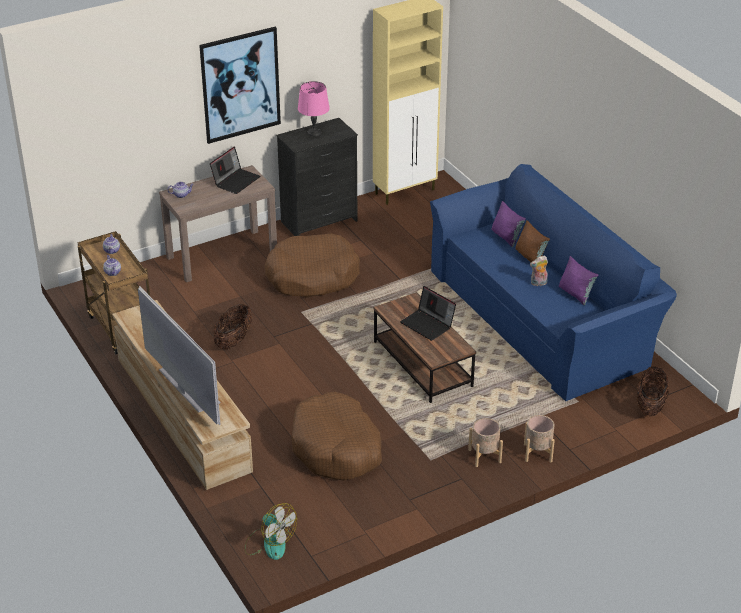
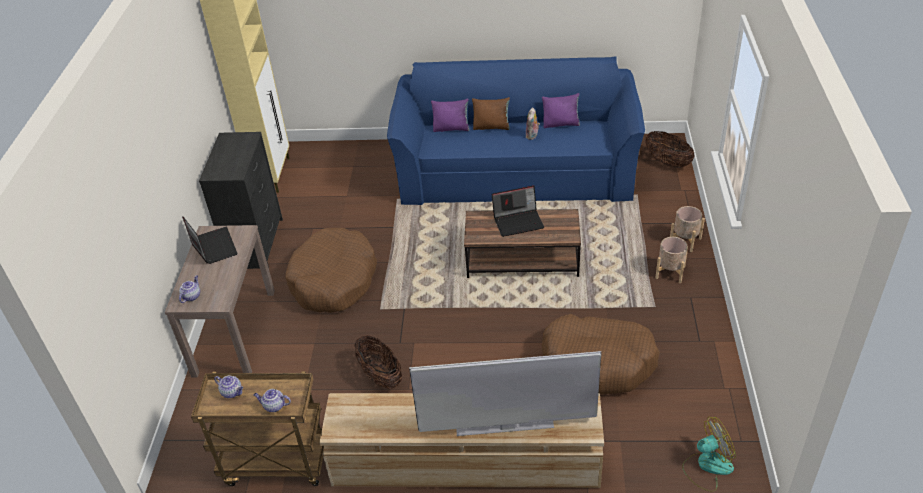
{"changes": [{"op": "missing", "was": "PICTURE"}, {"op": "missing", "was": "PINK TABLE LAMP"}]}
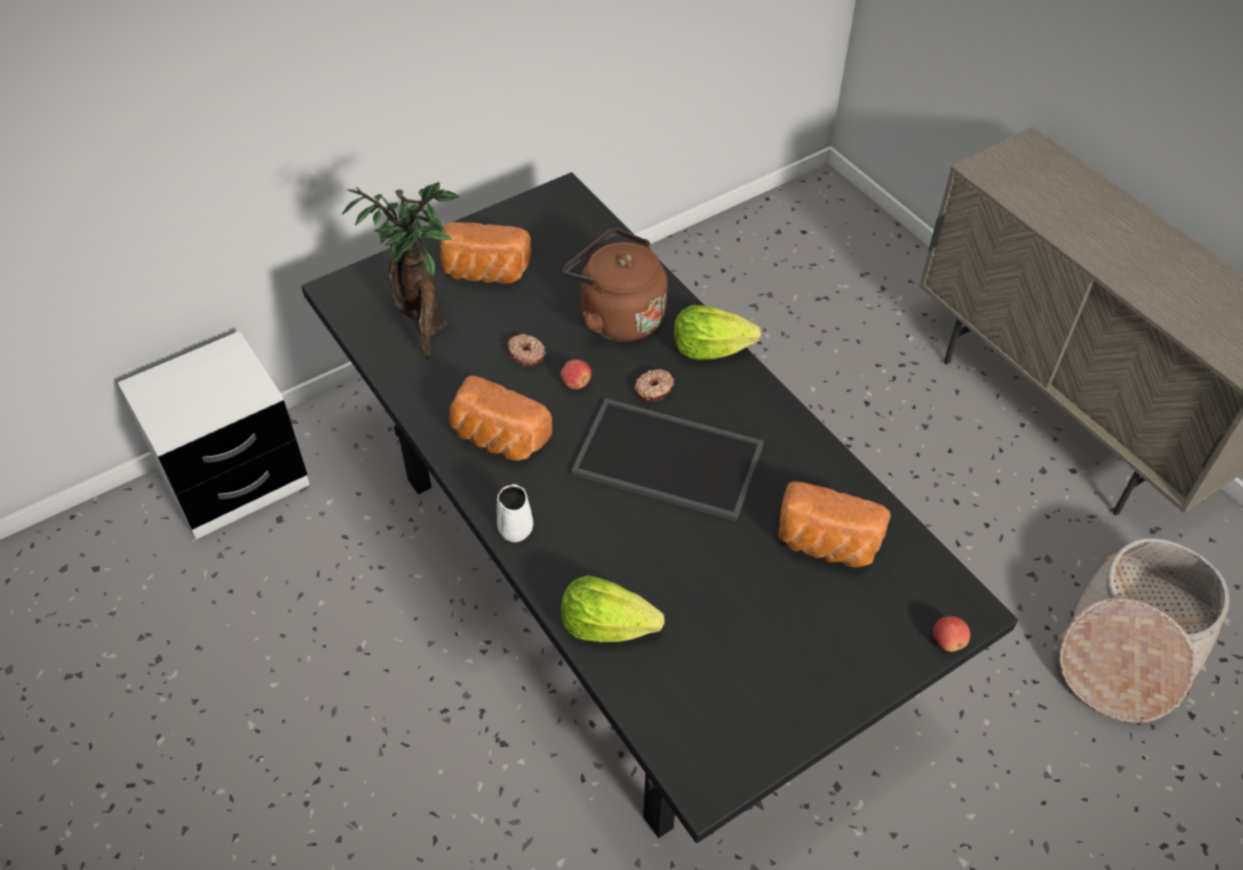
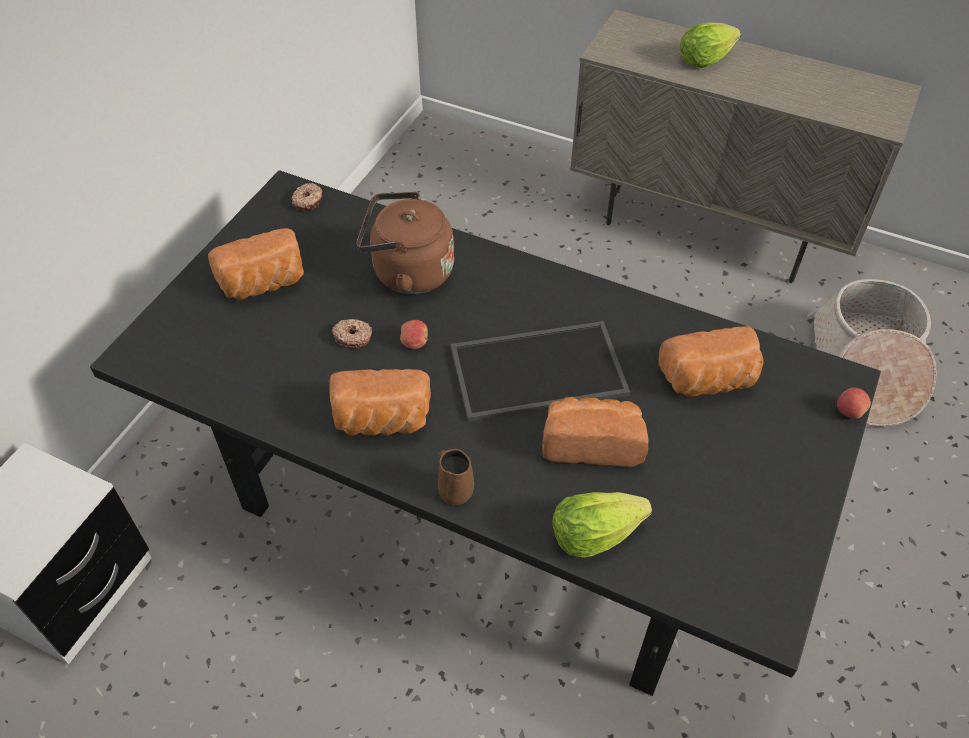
{"changes": [{"op": "missing", "was": "POTTED PLANT"}, {"op": "relocated", "was": "LETTUCE (no. 2 from left)"}, {"op": "relocated", "was": "DONUT (no. 2 from left in the first image)", "now": "DONUT (no. 1 from left)"}, {"op": "colour", "was": "WHITE MUG", "now": "BROWN MUG"}, {"op": "appeared", "now": "BREAD (no. 3 from left)"}]}
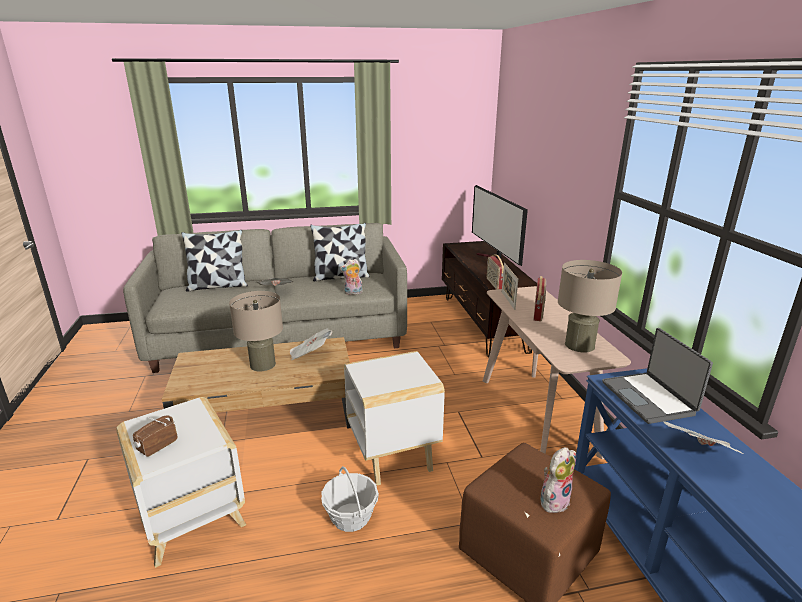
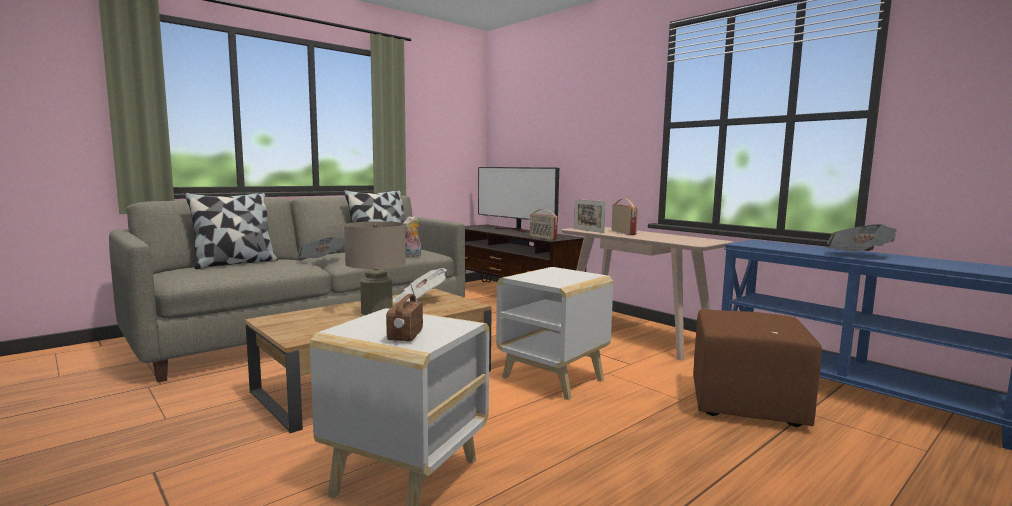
{"changes": [{"op": "missing", "was": "BEIGE TABLE LAMP (no. 2 from left)"}, {"op": "missing", "was": "LAPTOP"}, {"op": "missing", "was": "PLUSH TOY (no. 2 from left)"}, {"op": "missing", "was": "BASKET"}]}
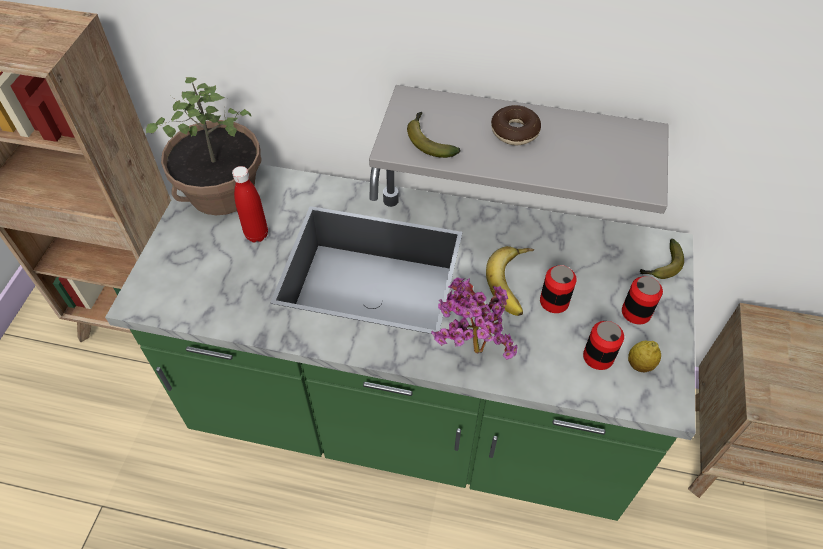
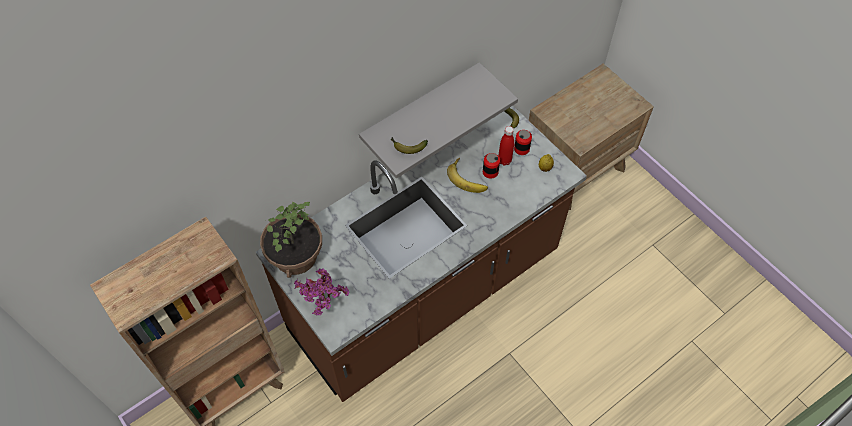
{"changes": [{"op": "missing", "was": "DONUT"}, {"op": "colour", "was": "GREEN COUNTER", "now": "BROWN COUNTER"}, {"op": "relocated", "was": "RED BOTTLE"}, {"op": "relocated", "was": "POTTED PLANT (no. 2 from left)"}, {"op": "missing", "was": "CAN (no. 2 from left)"}]}
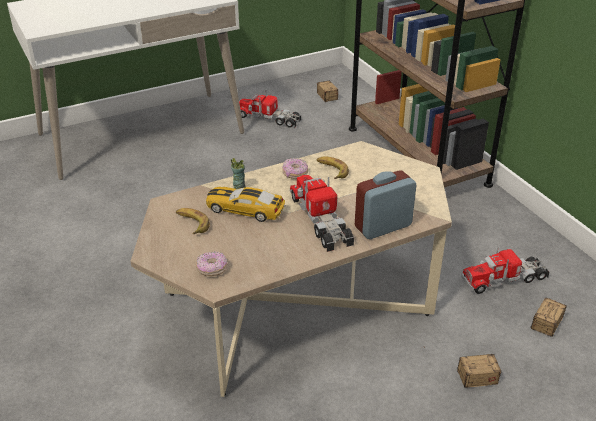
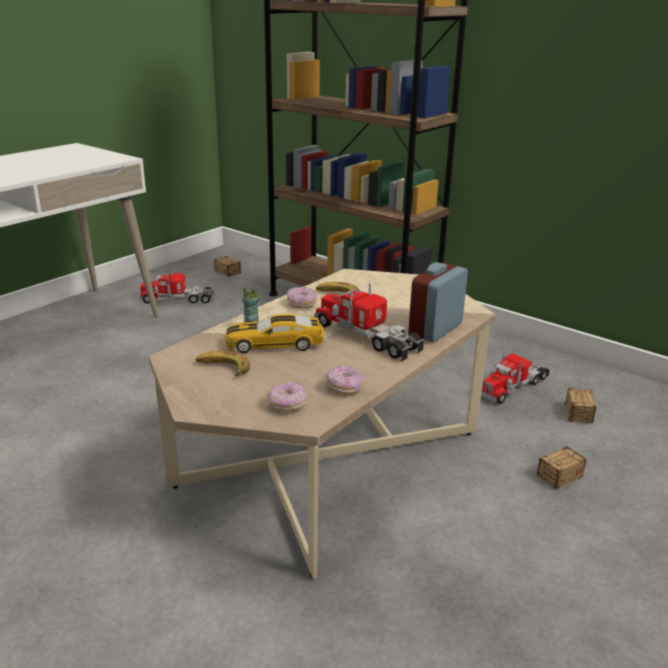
{"changes": [{"op": "appeared", "now": "DONUT (no. 3 from left)"}]}
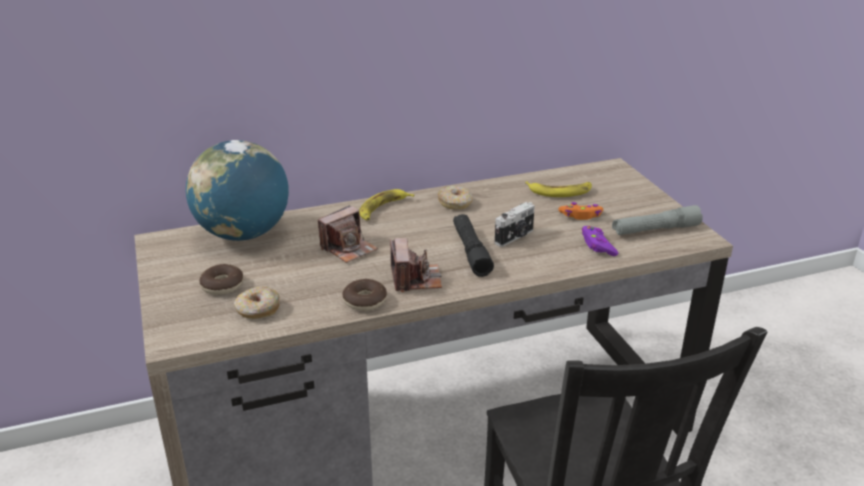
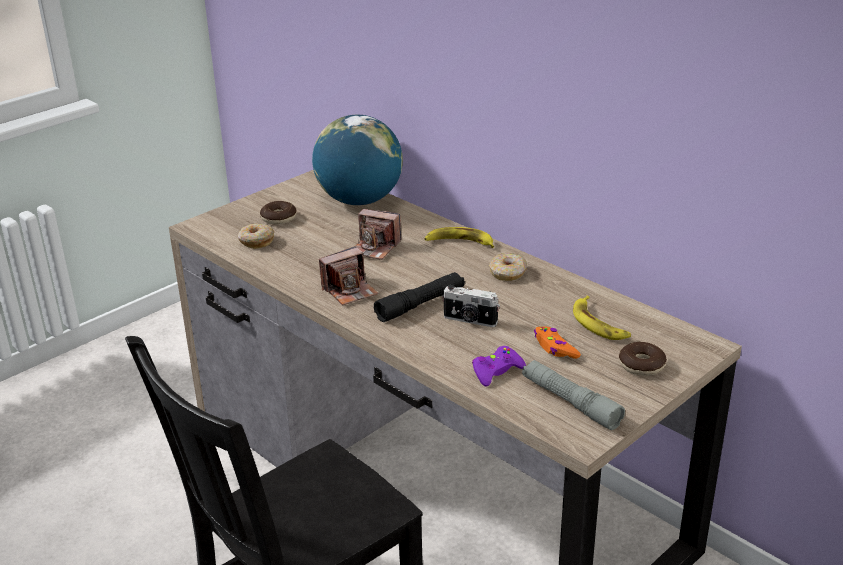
{"changes": [{"op": "relocated", "was": "DONUT (no. 3 from left in the first image)", "now": "DONUT (no. 4 from left)"}]}
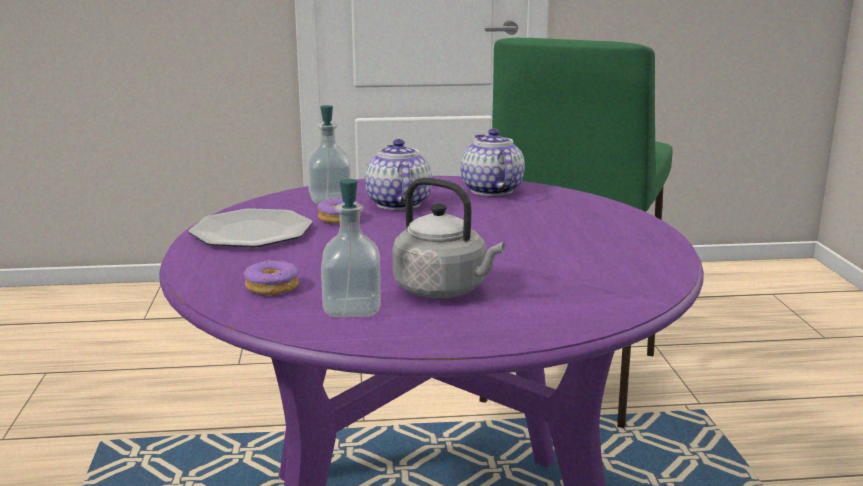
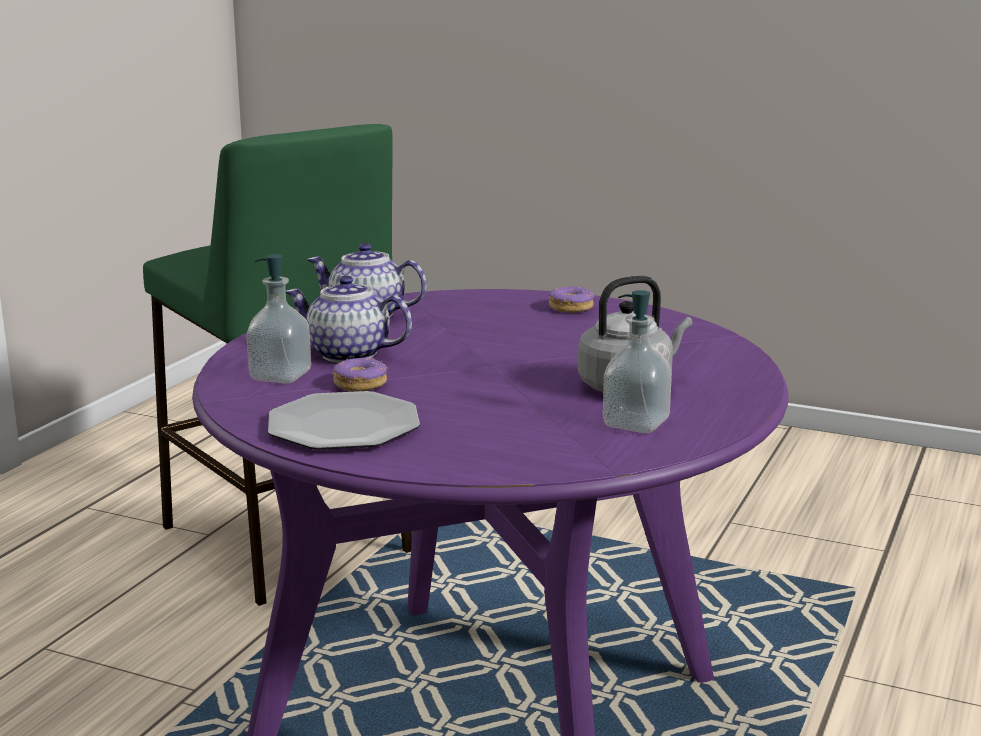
{"changes": [{"op": "relocated", "was": "DONUT (no. 1 from left in the first image)", "now": "DONUT (no. 2 from left)"}]}
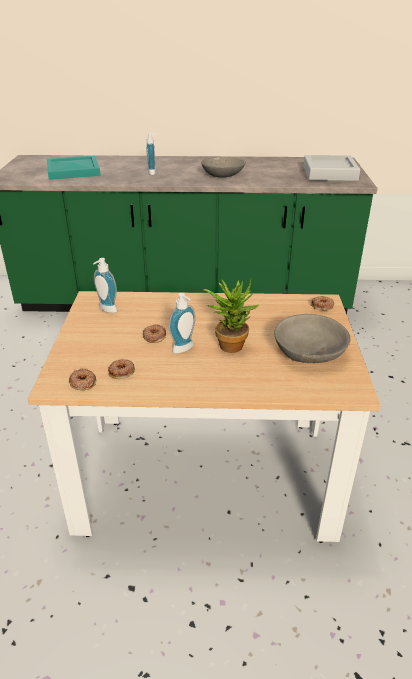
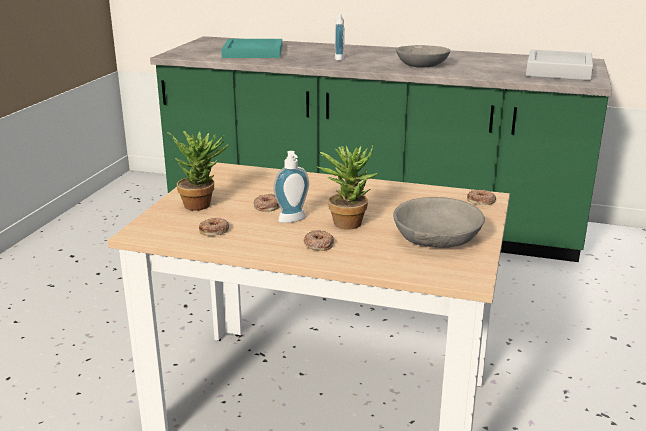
{"changes": [{"op": "missing", "was": "SOAP DISPENSER (no. 1 from left)"}, {"op": "relocated", "was": "DONUT (no. 1 from left in the first image)", "now": "DONUT (no. 3 from left)"}, {"op": "appeared", "now": "POTTED PLANT (no. 1 from left)"}]}
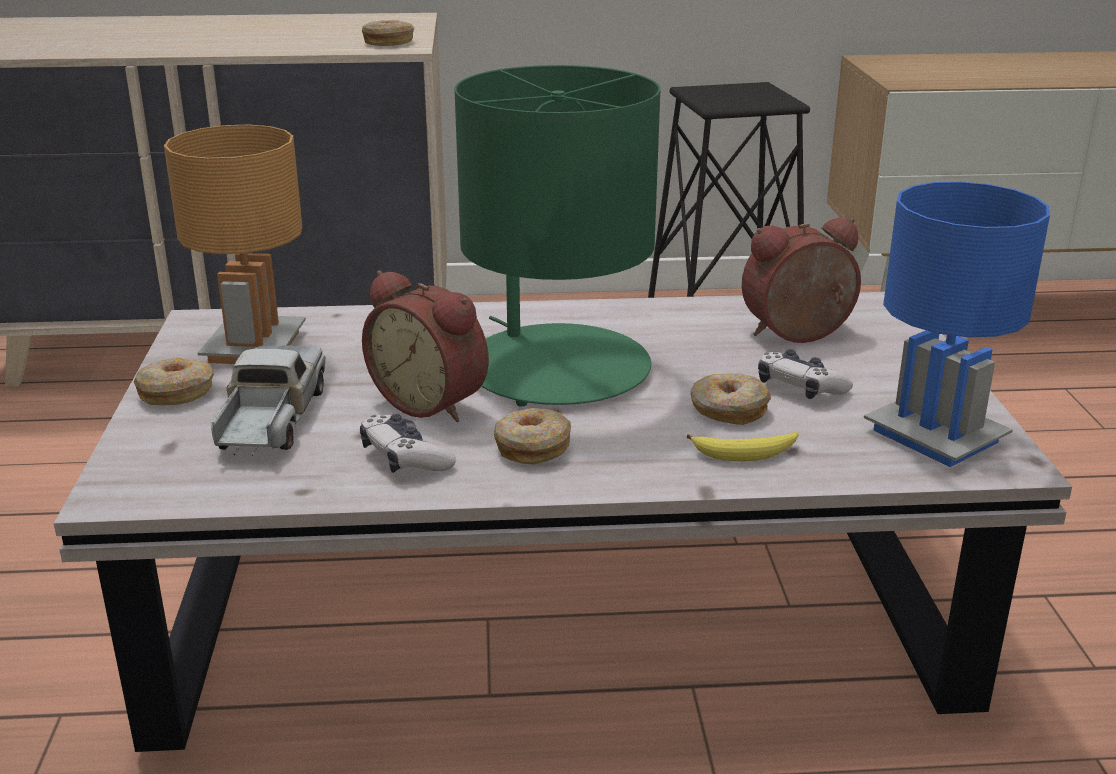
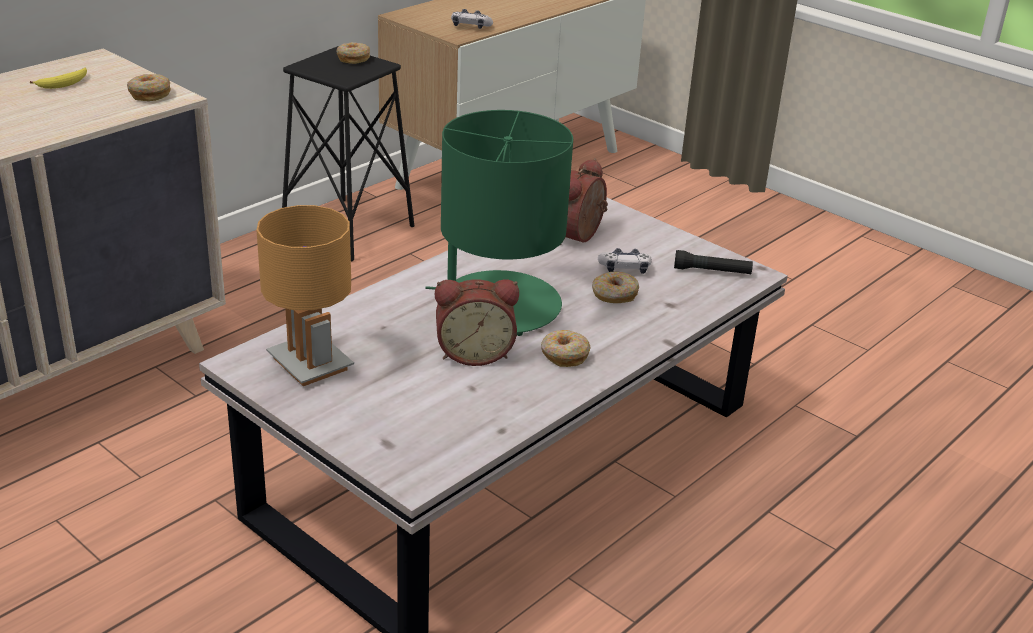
{"changes": [{"op": "exchanged", "was": "BLUE TABLE LAMP", "now": "BLACK FLASHLIGHT"}, {"op": "missing", "was": "TOY TRUCK"}, {"op": "relocated", "was": "DONUT (no. 1 from left in the first image)", "now": "DONUT (no. 2 from left)"}, {"op": "relocated", "was": "GAME CONTROLLER (no. 1 from left)"}, {"op": "relocated", "was": "BANANA"}]}
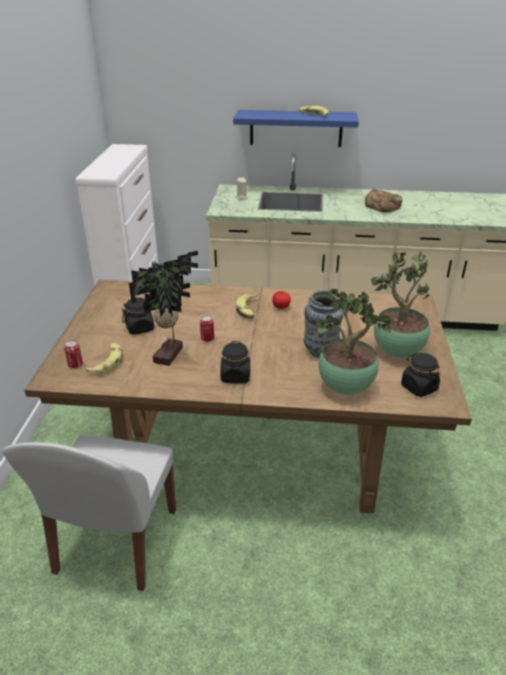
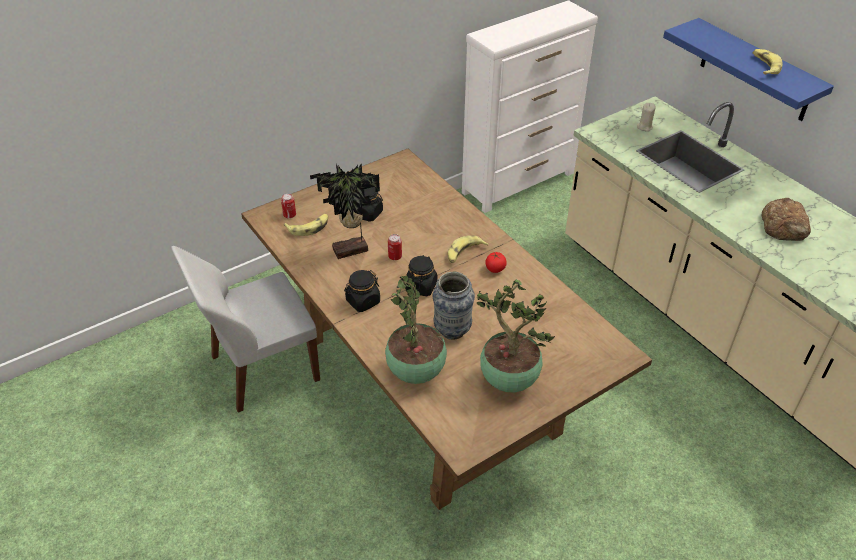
{"changes": [{"op": "relocated", "was": "BLACK JAR (no. 3 from left)"}]}
